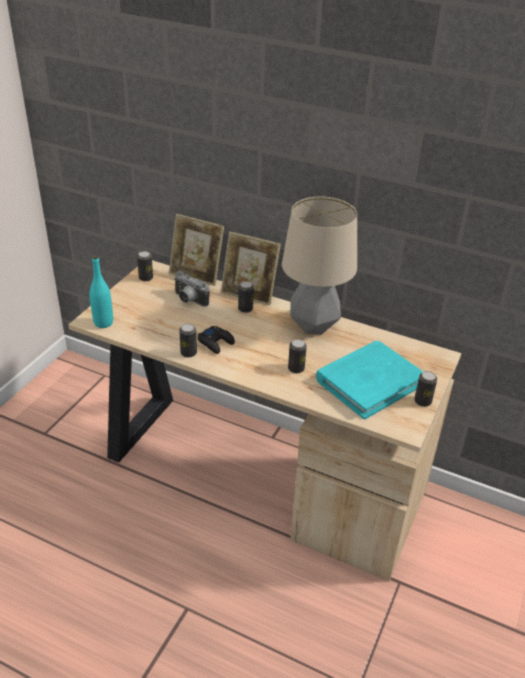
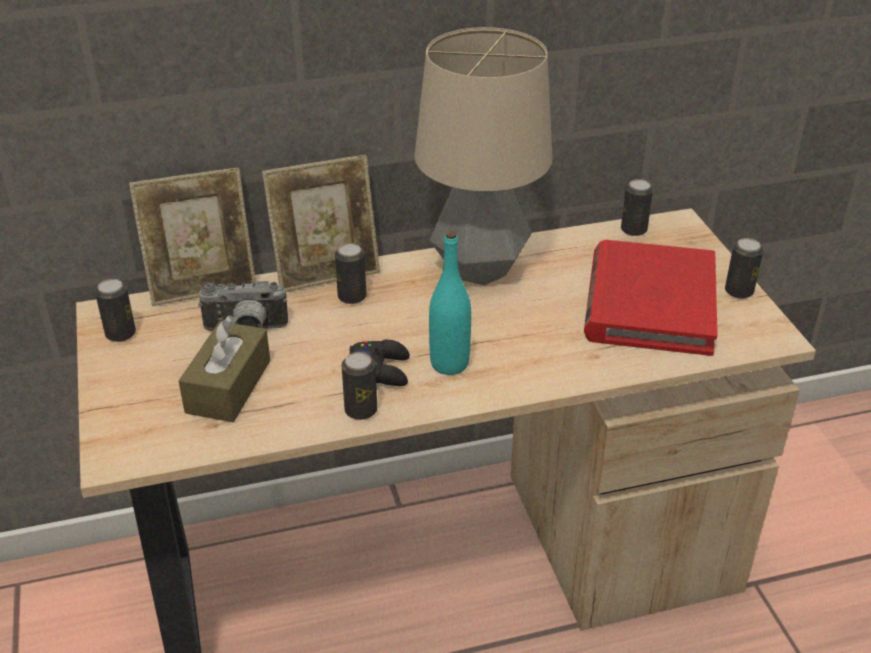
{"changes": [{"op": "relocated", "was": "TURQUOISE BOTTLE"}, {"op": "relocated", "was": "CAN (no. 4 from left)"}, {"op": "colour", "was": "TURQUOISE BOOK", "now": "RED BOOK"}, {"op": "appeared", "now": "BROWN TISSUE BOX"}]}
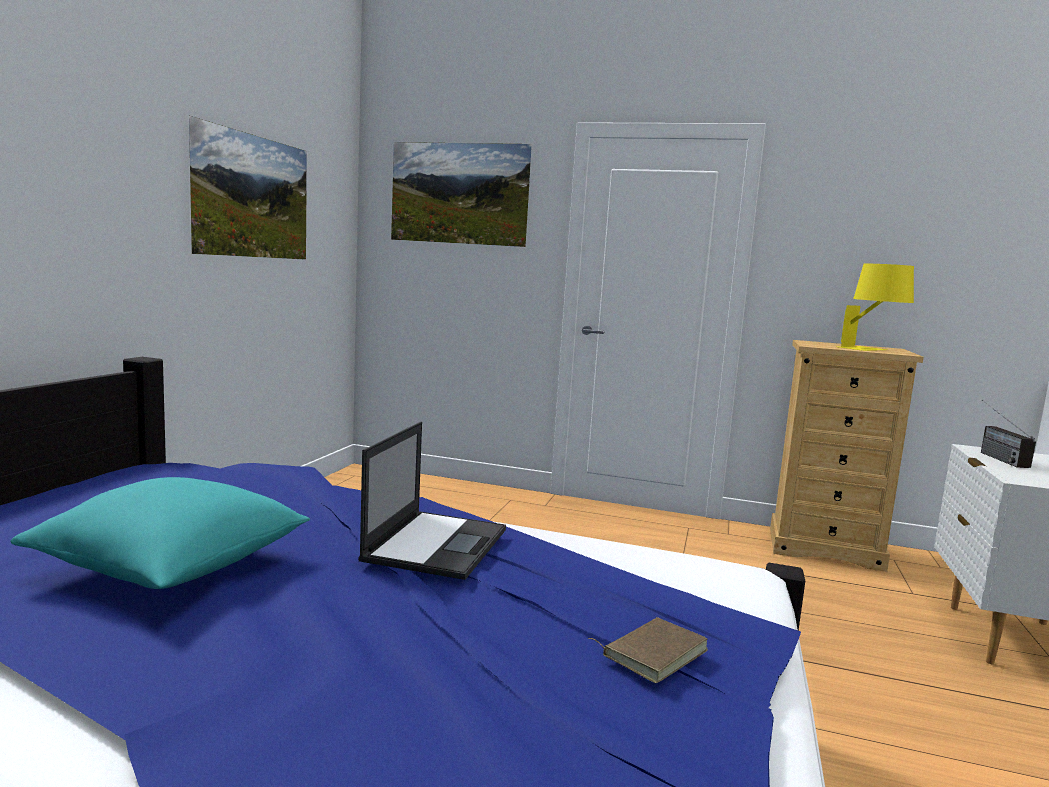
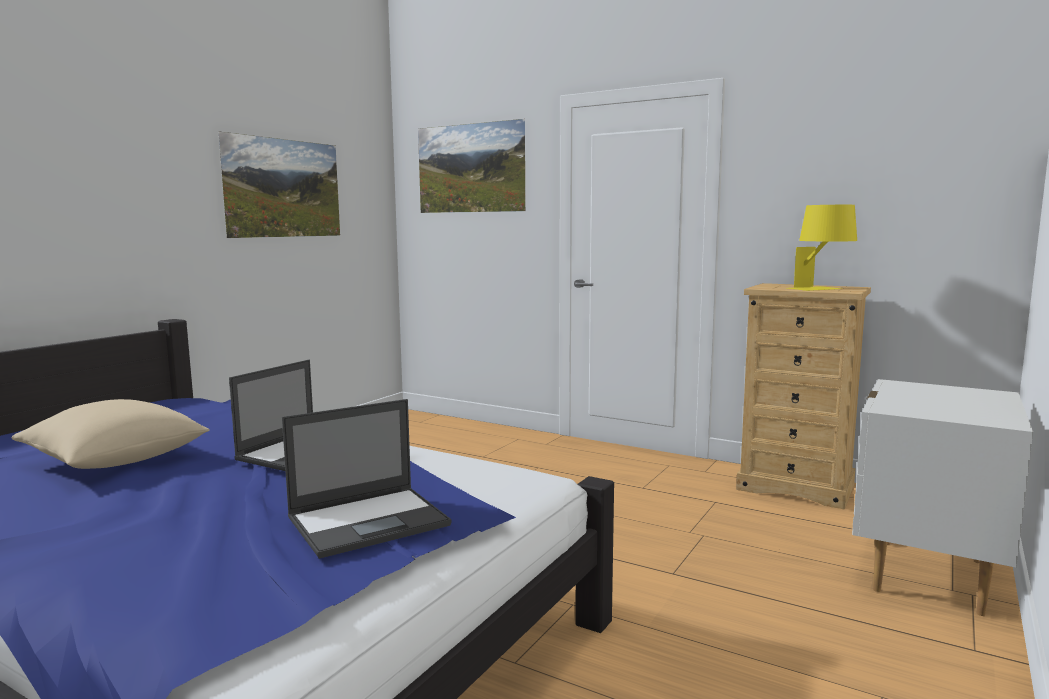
{"changes": [{"op": "missing", "was": "RADIO"}, {"op": "colour", "was": "TURQUOISE PILLOW", "now": "BEIGE PILLOW"}, {"op": "exchanged", "was": "BROWN BOOK", "now": "LAPTOP (no. 2 from left)"}]}
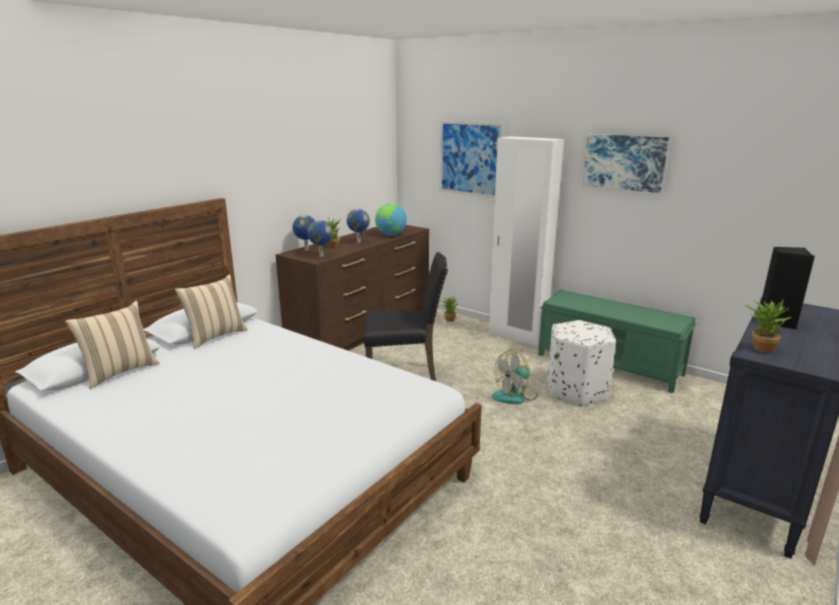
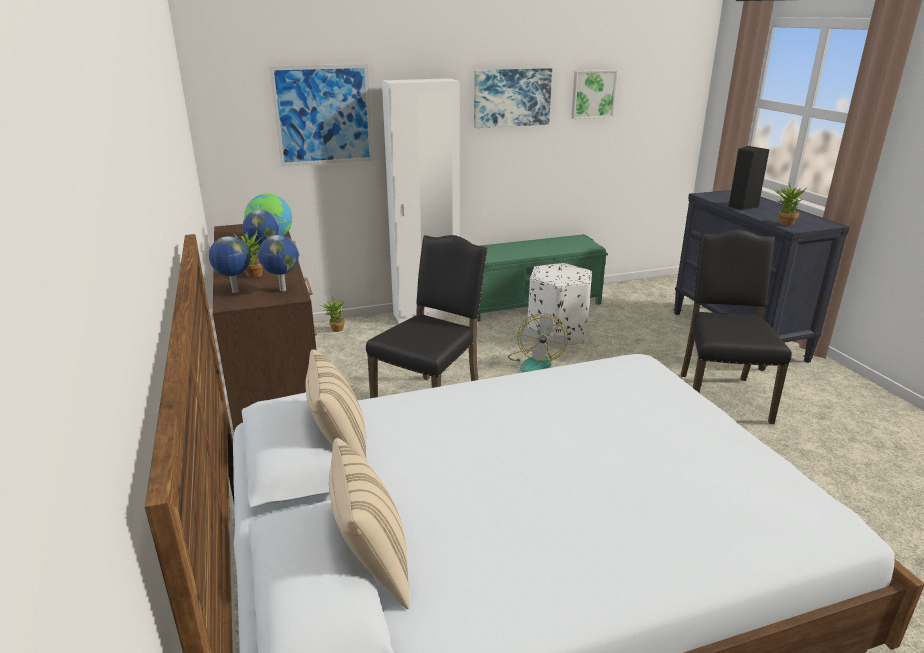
{"changes": [{"op": "appeared", "now": "PICTURE (no. 3 from left)"}, {"op": "appeared", "now": "BLACK CHAIR (no. 2 from left)"}]}
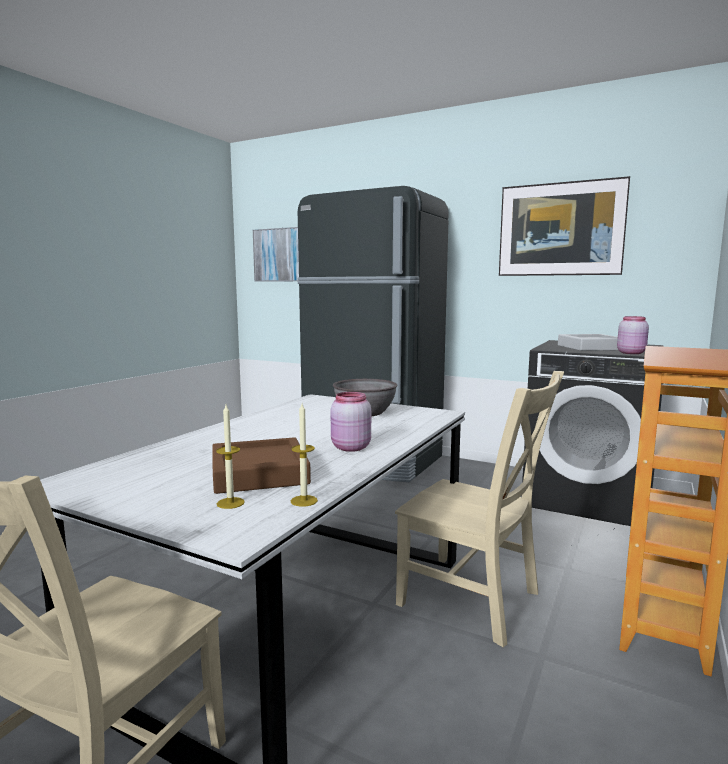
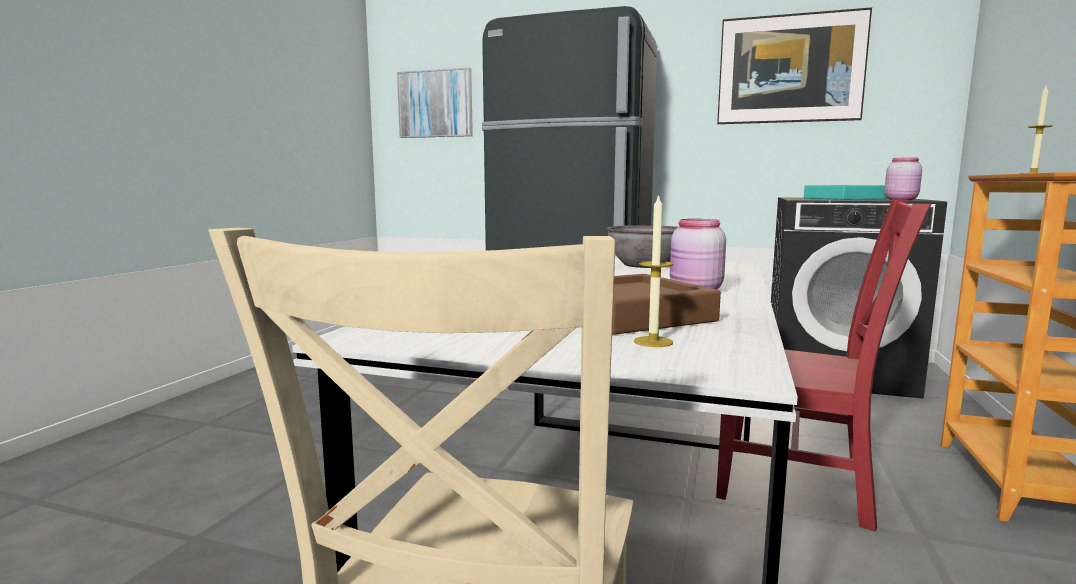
{"changes": [{"op": "colour", "was": "GREY TRAY", "now": "TURQUOISE TRAY"}, {"op": "colour", "was": "BEIGE CHAIR (no. 2 from left)", "now": "RED CHAIR"}, {"op": "relocated", "was": "CANDLE (no. 2 from left)"}]}
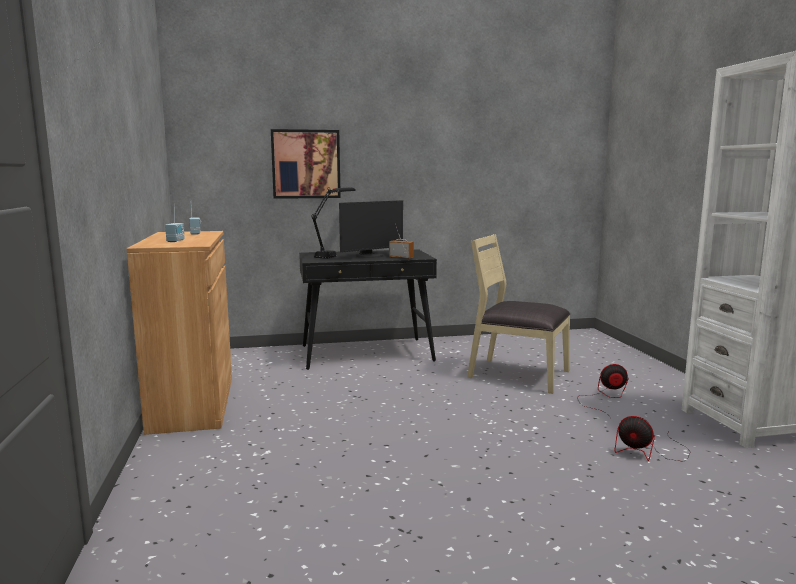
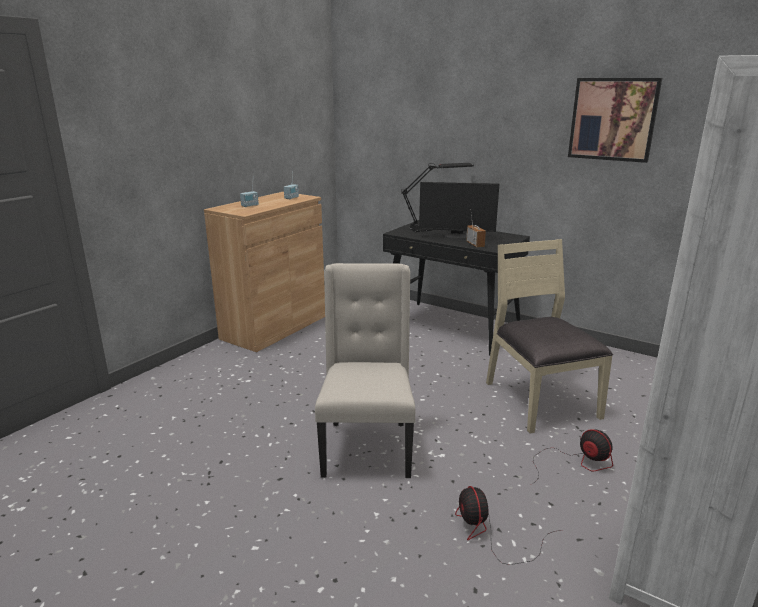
{"changes": [{"op": "relocated", "was": "PICTURE"}, {"op": "appeared", "now": "BEIGE CHAIR (no. 1 from left)"}]}
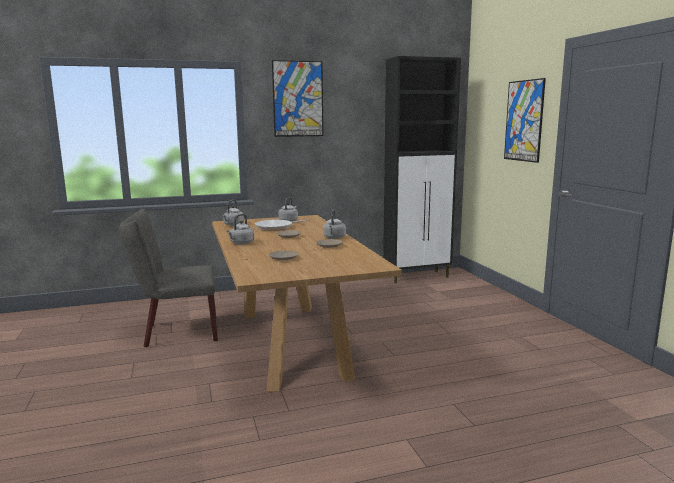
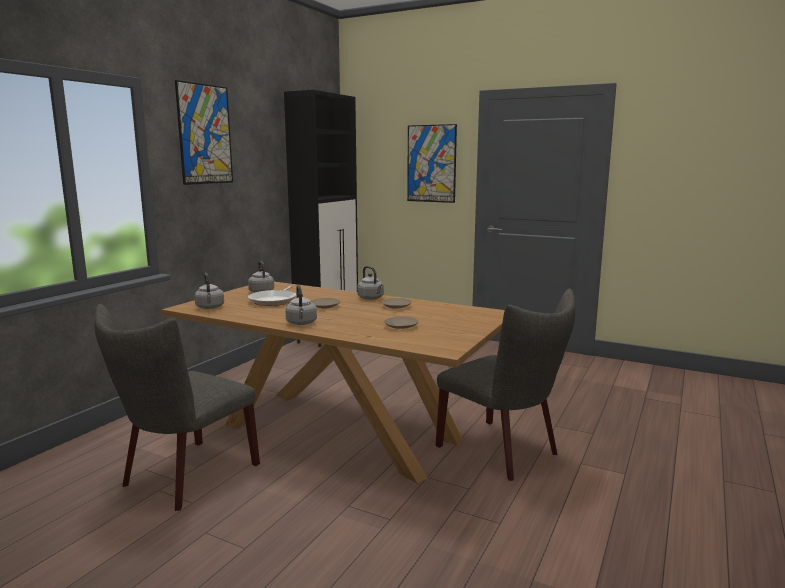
{"changes": [{"op": "appeared", "now": "GREY CHAIR (no. 2 from left)"}]}
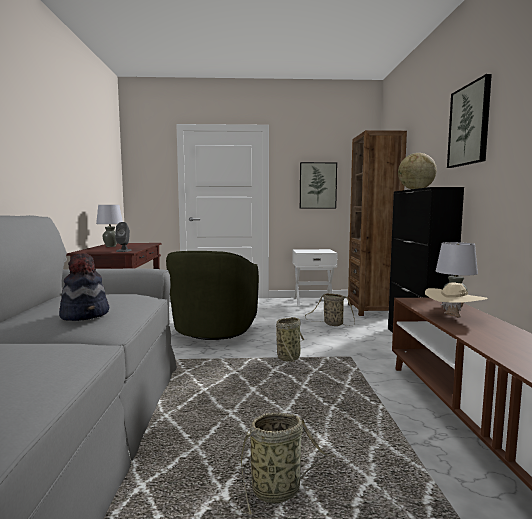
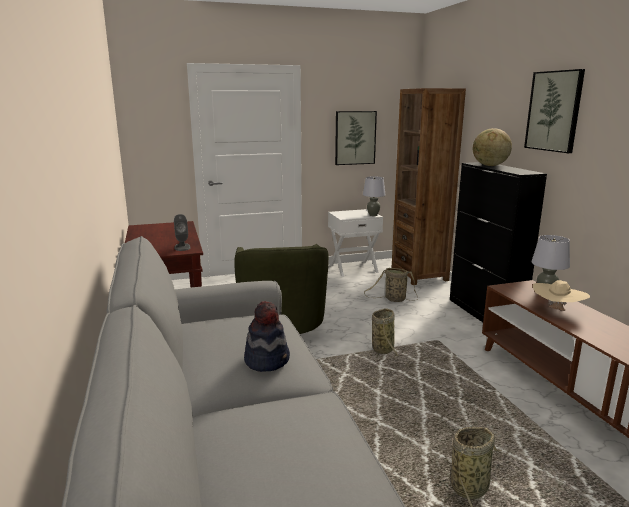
{"changes": [{"op": "relocated", "was": "GREY TABLE LAMP (no. 1 from left)"}]}
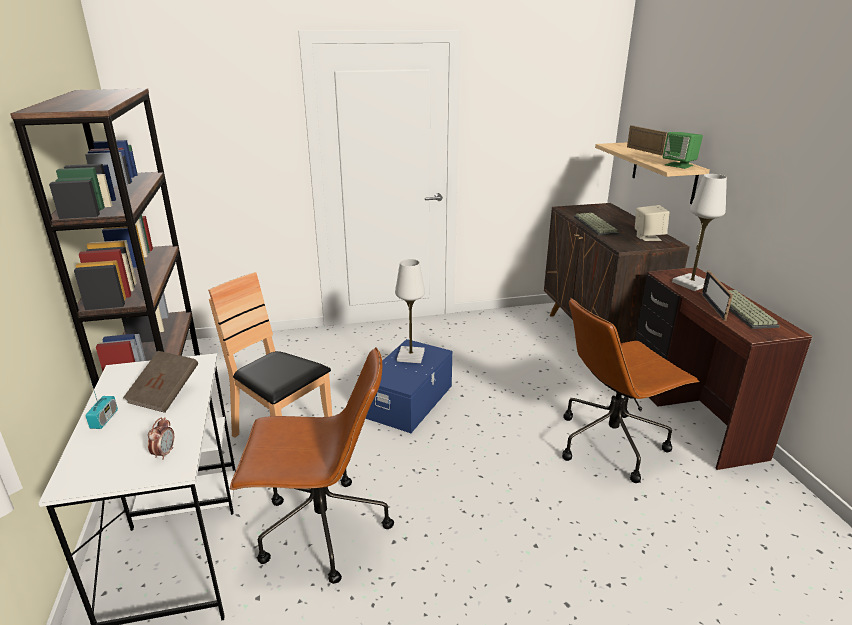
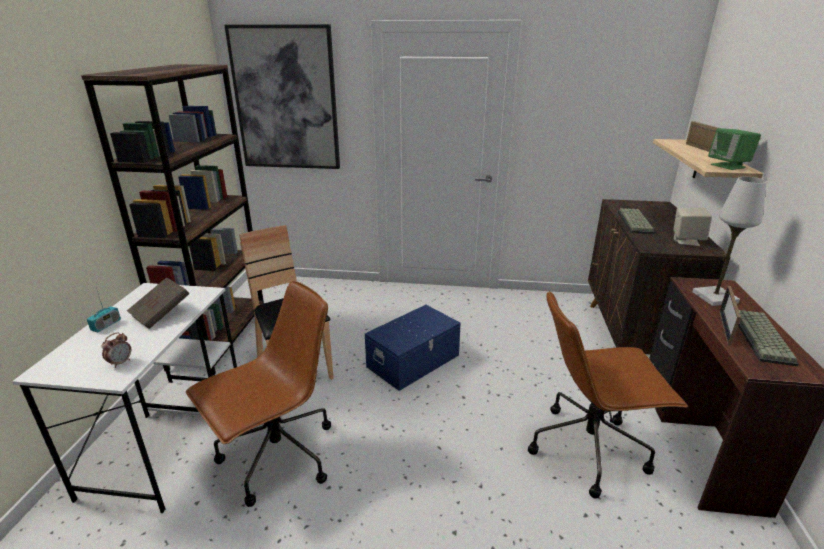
{"changes": [{"op": "missing", "was": "WHITE TABLE LAMP (no. 1 from left)"}, {"op": "spun", "was": "BROWN OFFICE CHAIR (no. 1 from left)", "clockwise": -60}, {"op": "appeared", "now": "PICTURE"}]}
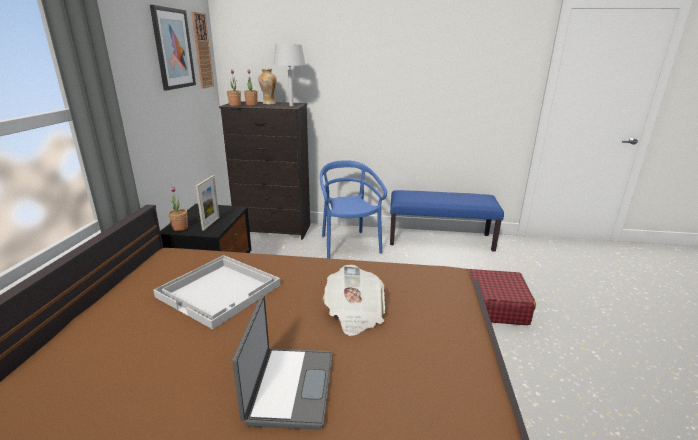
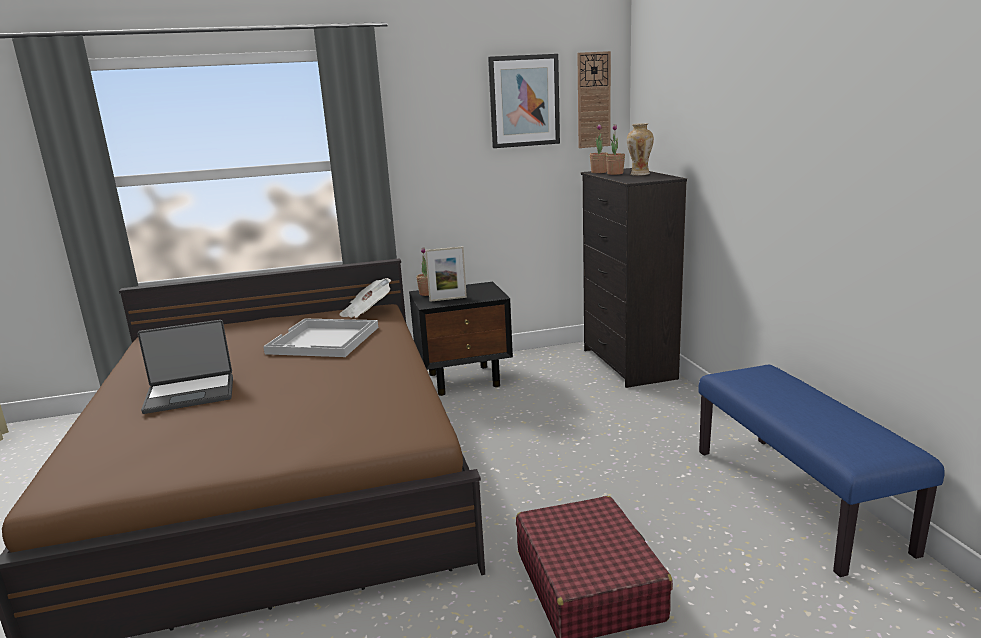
{"changes": [{"op": "missing", "was": "GREY TABLE LAMP"}, {"op": "missing", "was": "BLUE CHAIR"}, {"op": "relocated", "was": "NEWSPAPER"}]}
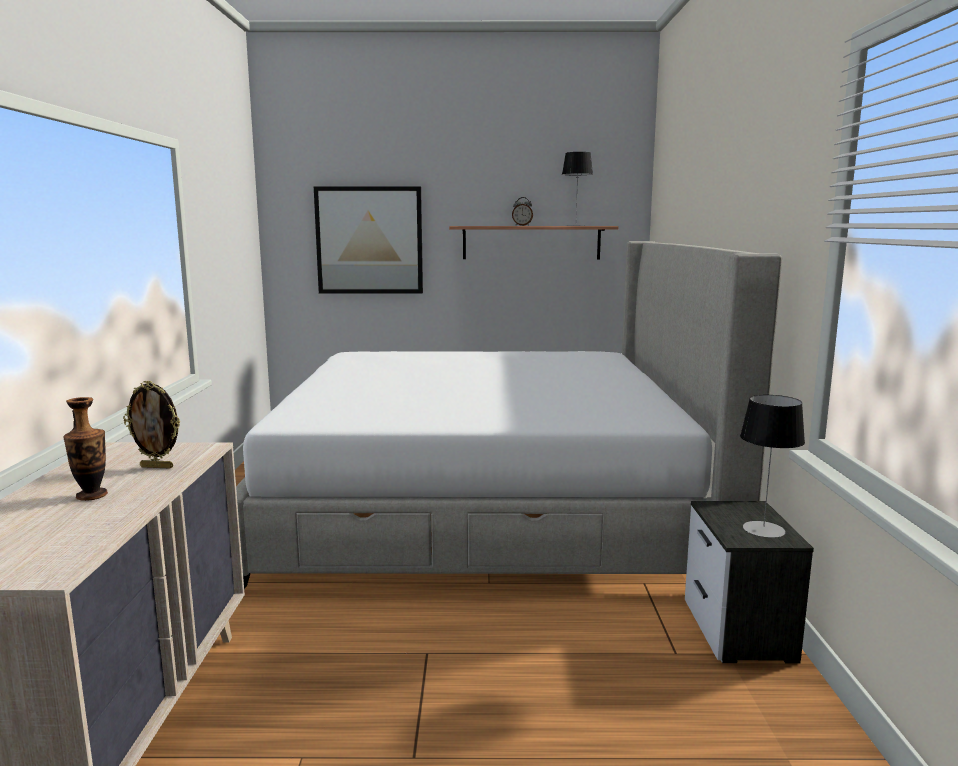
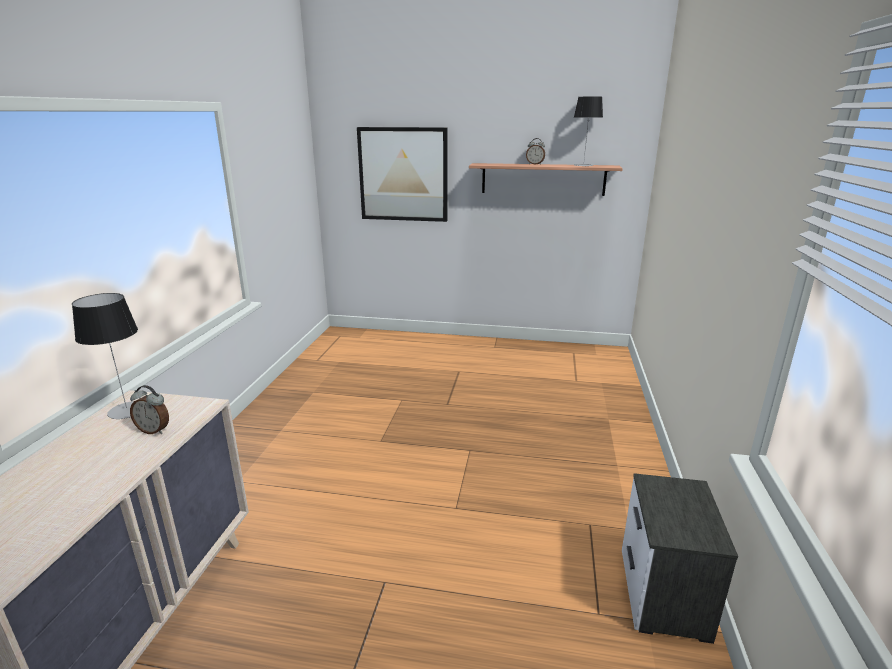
{"changes": [{"op": "missing", "was": "BED"}, {"op": "exchanged", "was": "PICTURE FRAME", "now": "ALARM CLOCK (no. 1 from left)"}, {"op": "relocated", "was": "TABLE LAMP (no. 2 from left in the first image)", "now": "TABLE LAMP (no. 1 from left)"}, {"op": "missing", "was": "VASE"}]}
